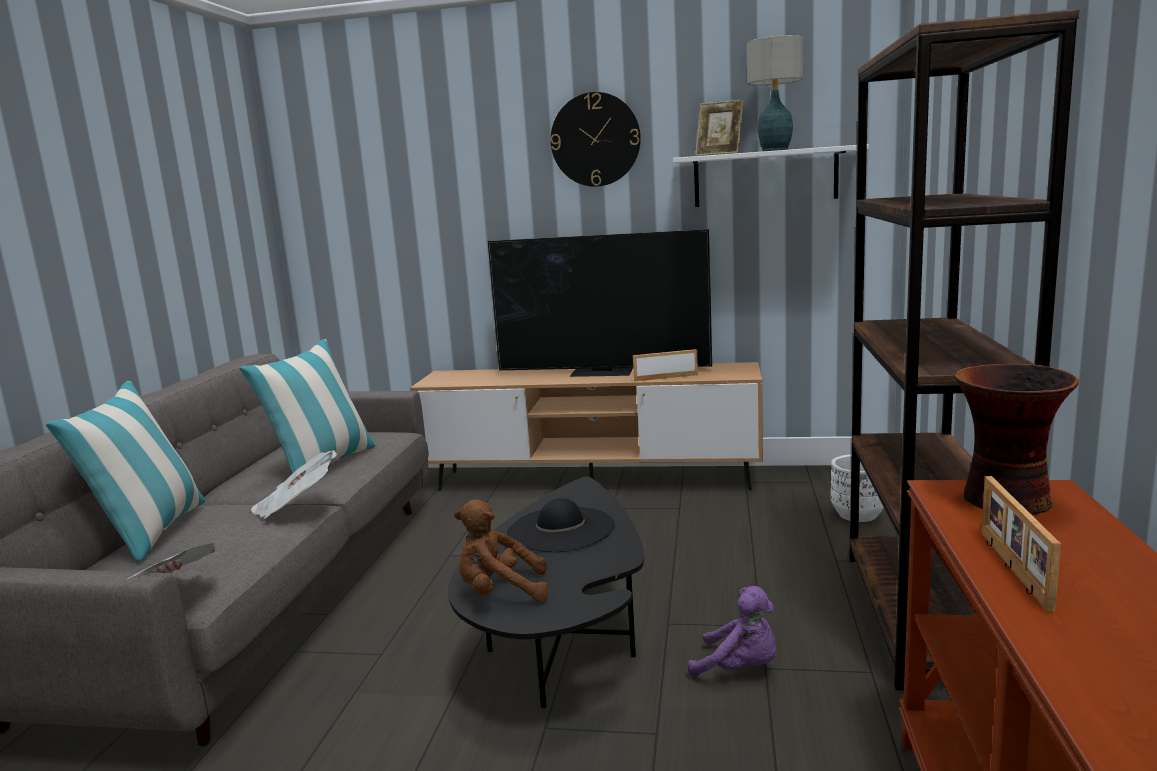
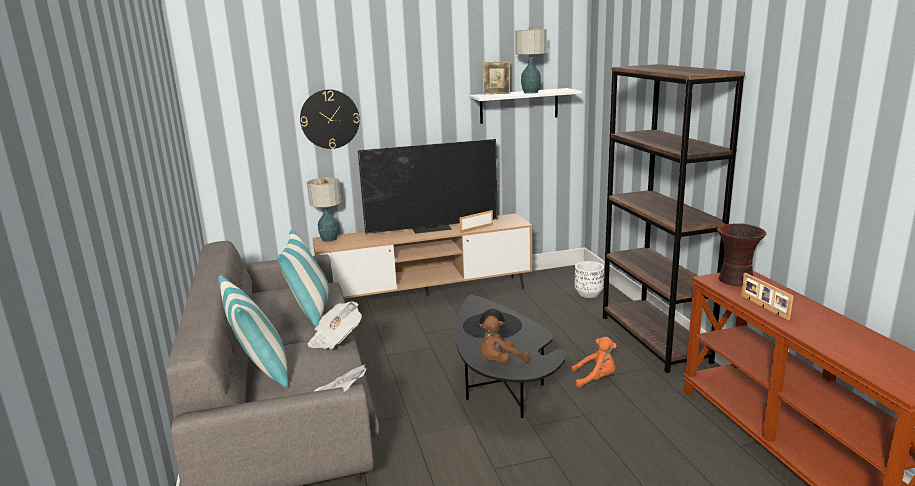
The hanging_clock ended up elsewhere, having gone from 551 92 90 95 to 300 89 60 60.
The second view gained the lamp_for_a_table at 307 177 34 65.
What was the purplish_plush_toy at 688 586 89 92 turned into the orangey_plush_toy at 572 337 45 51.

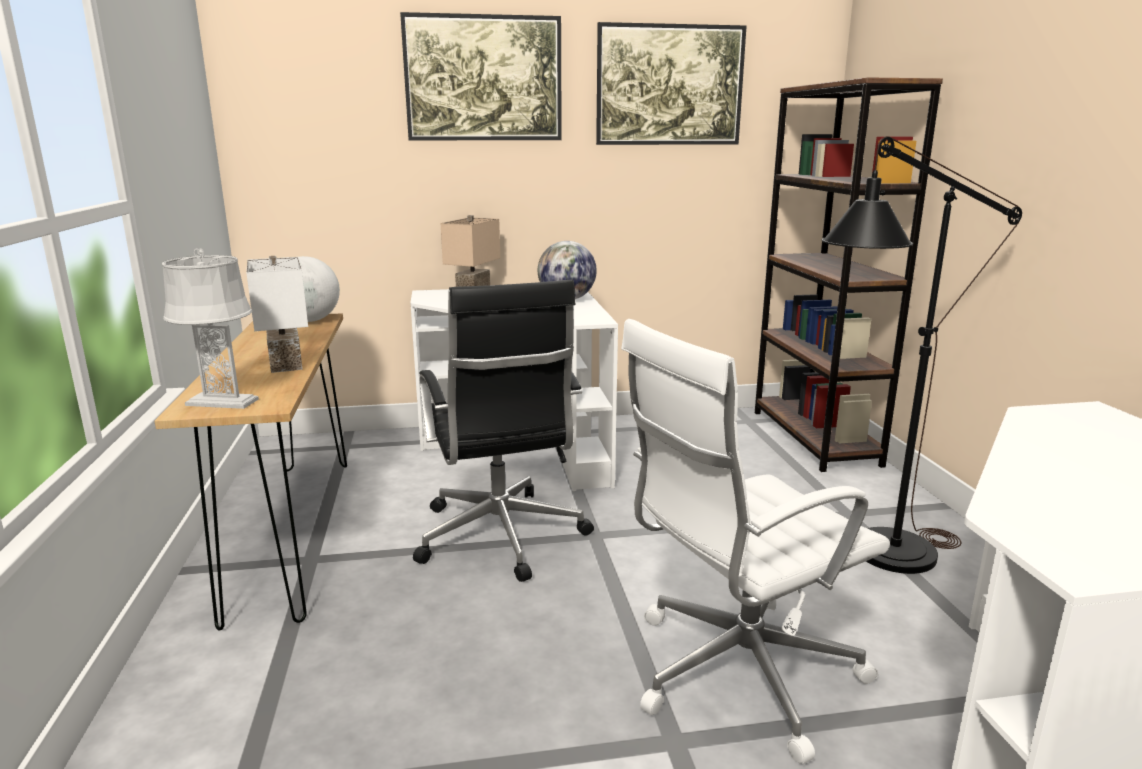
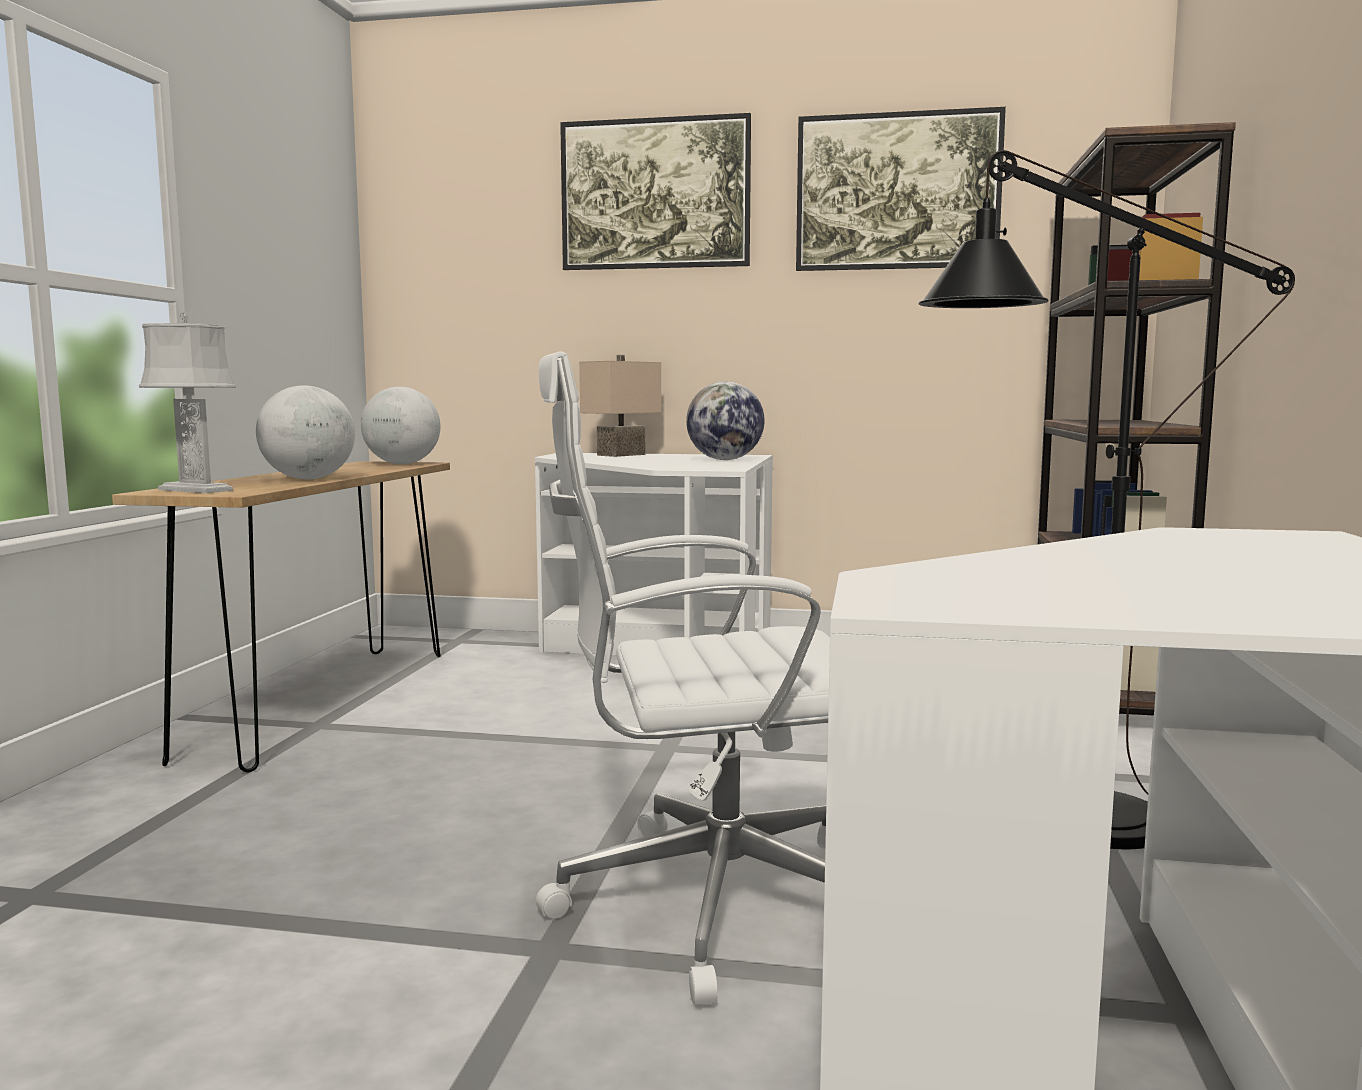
Where the white-coloured_lamp_for_a_table stood at 246 256 62 117, the world_globe came to stand at 256 385 99 94.
The second view lost the black_desk_chair at 413 280 181 302.

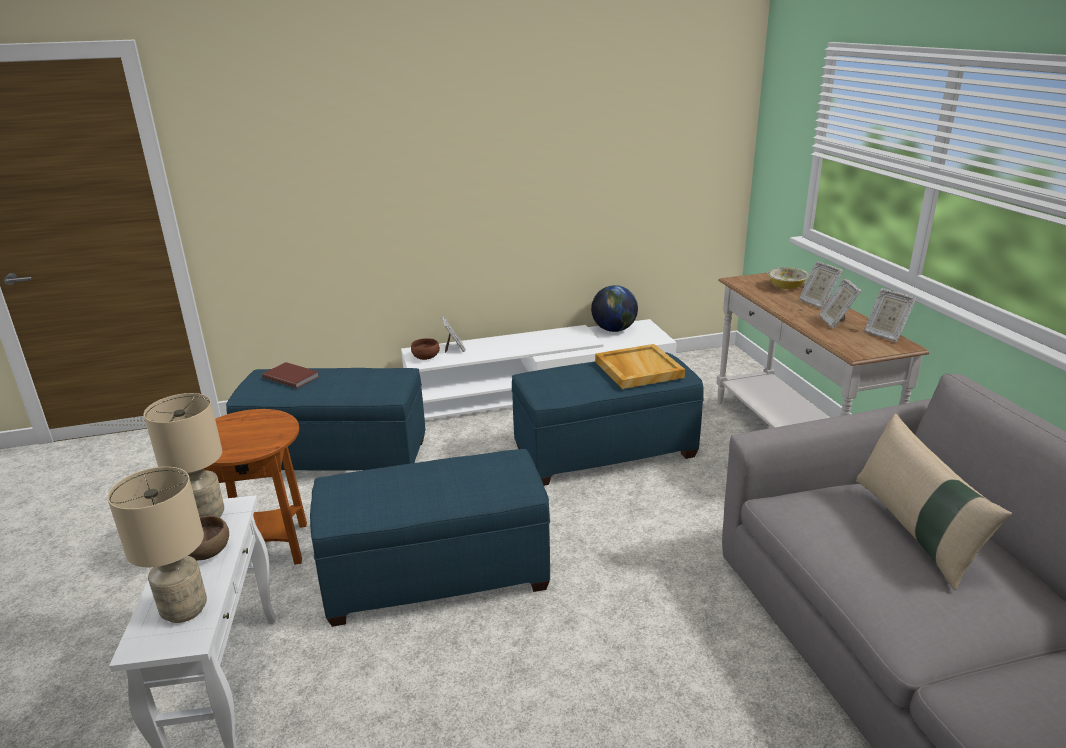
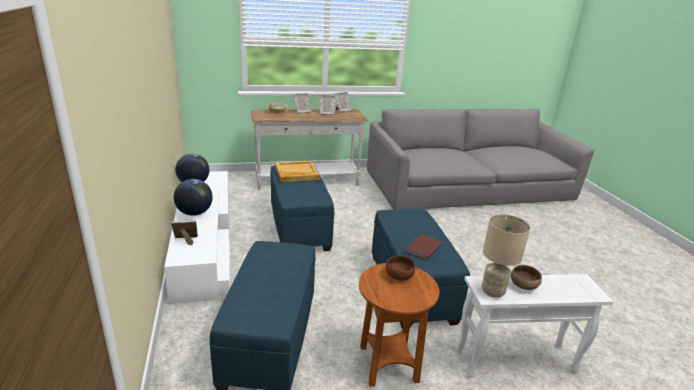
The second view gained the world_globe at 174 179 39 37.
The brown_deep_dish ended up elsewhere, having gone from 411 338 29 22 to 386 256 30 25.
The brown_volume ended up elsewhere, having gone from 262 362 58 26 to 406 234 36 26.
The second view lost the beige-coloured_lamp_for_a_table at 107 467 100 156.
The second view lost the beige-coloured_pillow at 856 414 156 176.

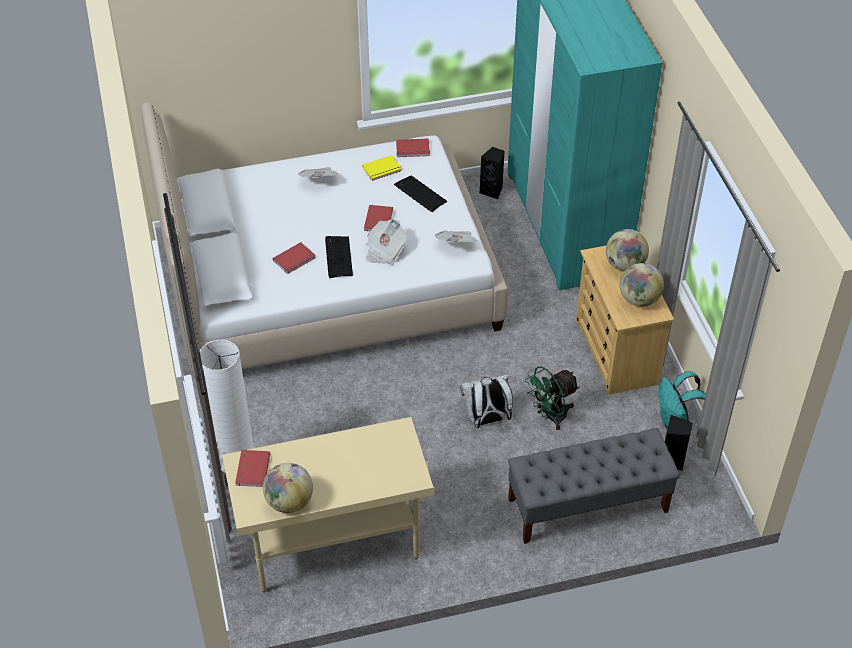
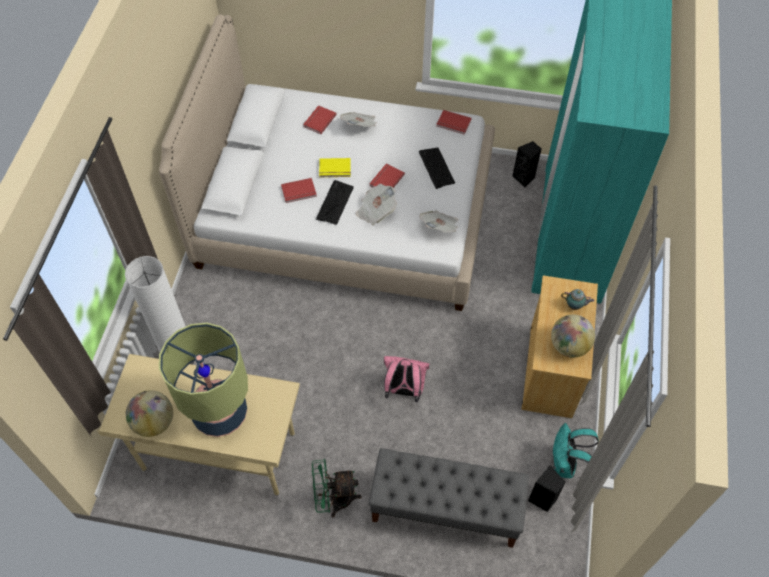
The second view gained the lamp_for_a_table at 159 323 89 114.
The reddish_volume ended up elsewhere, having gone from 235 450 35 37 to 303 105 34 29.
The green_electric_fan ended up elsewhere, having gone from 525 366 54 64 to 312 459 49 58.
The yellow-coloured_volume ended up elsewhere, having gone from 362 155 40 26 to 319 158 32 19.
What was the white-coloured_knapsack at 460 374 53 54 turned into the pinkish_knapsack at 384 356 46 46.
Where the world_globe stood at 606 229 43 42, the tea_pot came to stand at 561 289 33 21.

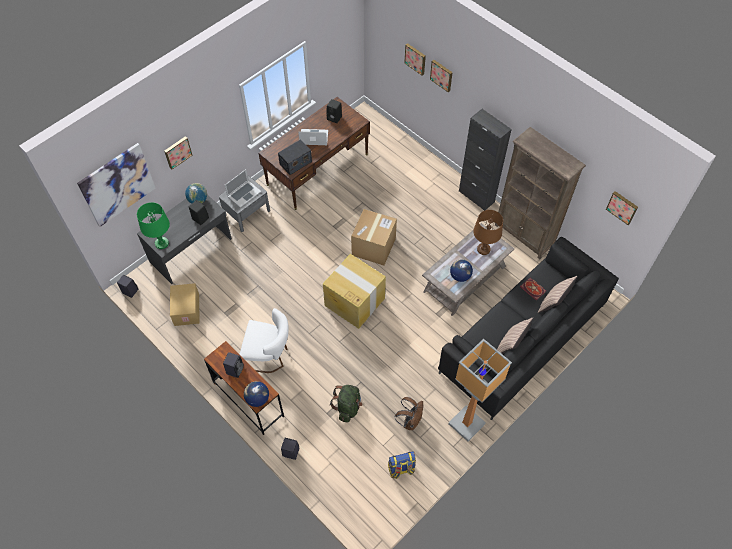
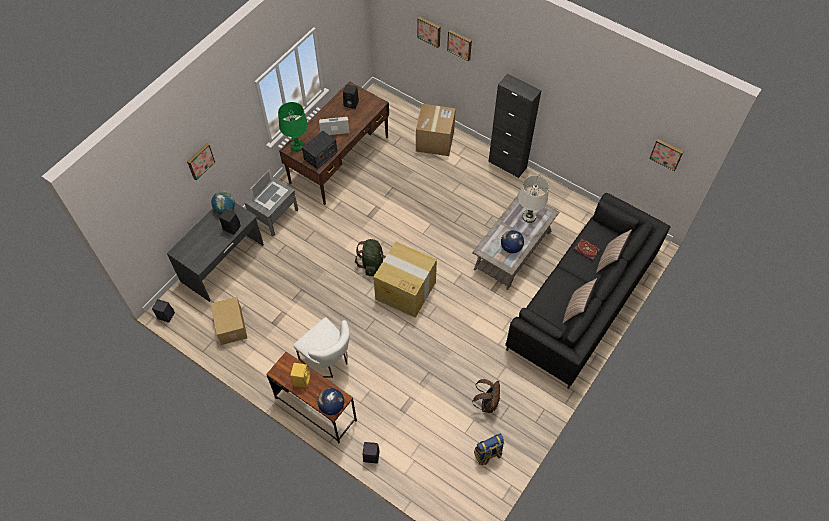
The green_lamp_for_a_table ended up elsewhere, having gone from 137 202 33 47 to 278 102 30 49.
What was the black_loudspeaker at 223 352 21 26 turned into the yellow-coloured_loudspeaker at 291 363 19 25.
The white-coloured_plain_chair at 240 308 49 65 ended up facing another way, 45 degrees clockwise from before.
The green_knapsack ended up elsewhere, having gone from 330 385 33 38 to 355 239 31 37.
The carton ended up elsewhere, having gone from 351 209 46 56 to 416 104 40 52.
What was the brown_lamp_for_a_table at 473 210 30 45 turned into the white-coloured_lamp_for_a_table at 518 175 31 48.
The second view lost the picture at 77 143 79 84.
The second view lost the standing_lamp at 448 338 64 104.
The second view lost the brown_shelving_unit at 495 127 91 133.

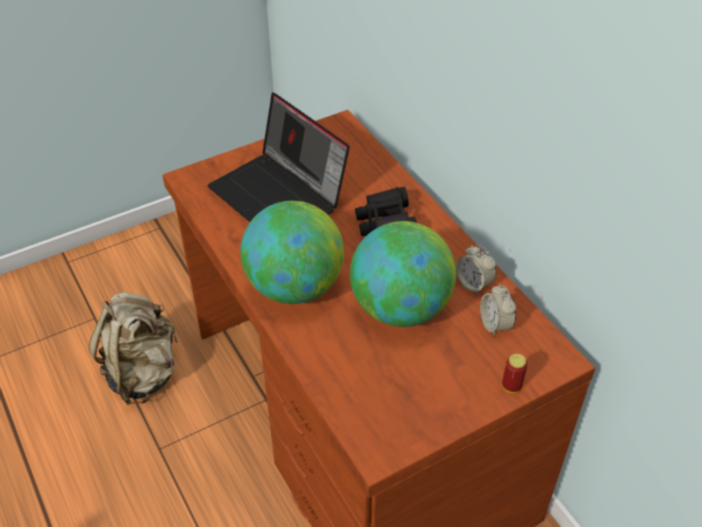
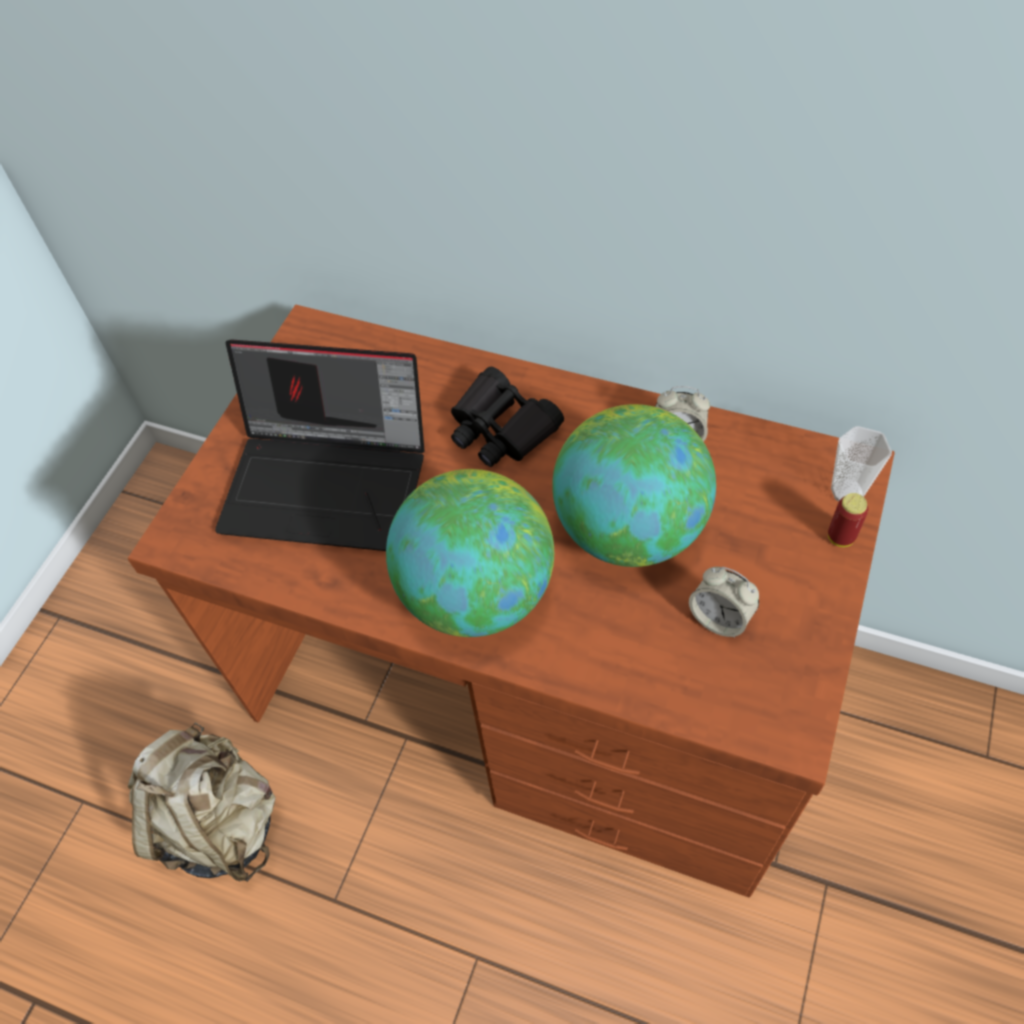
The bedside_clock ended up elsewhere, having gone from 480 284 36 52 to 689 567 70 71.
The second view gained the small_cup at 831 426 61 76.

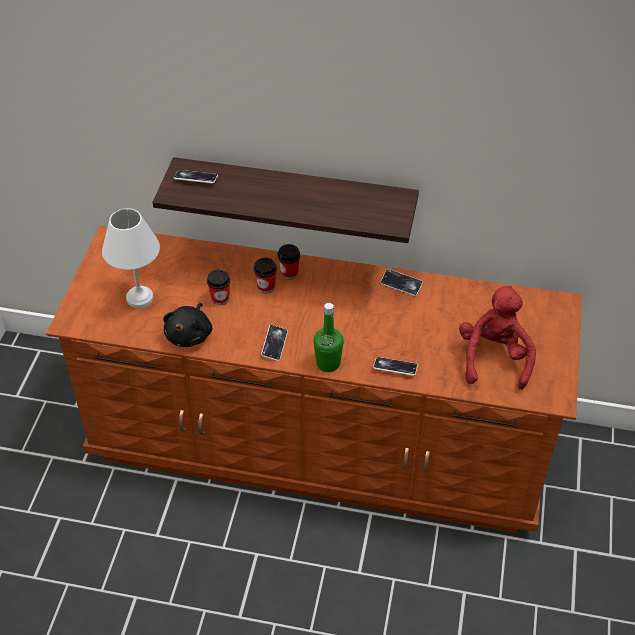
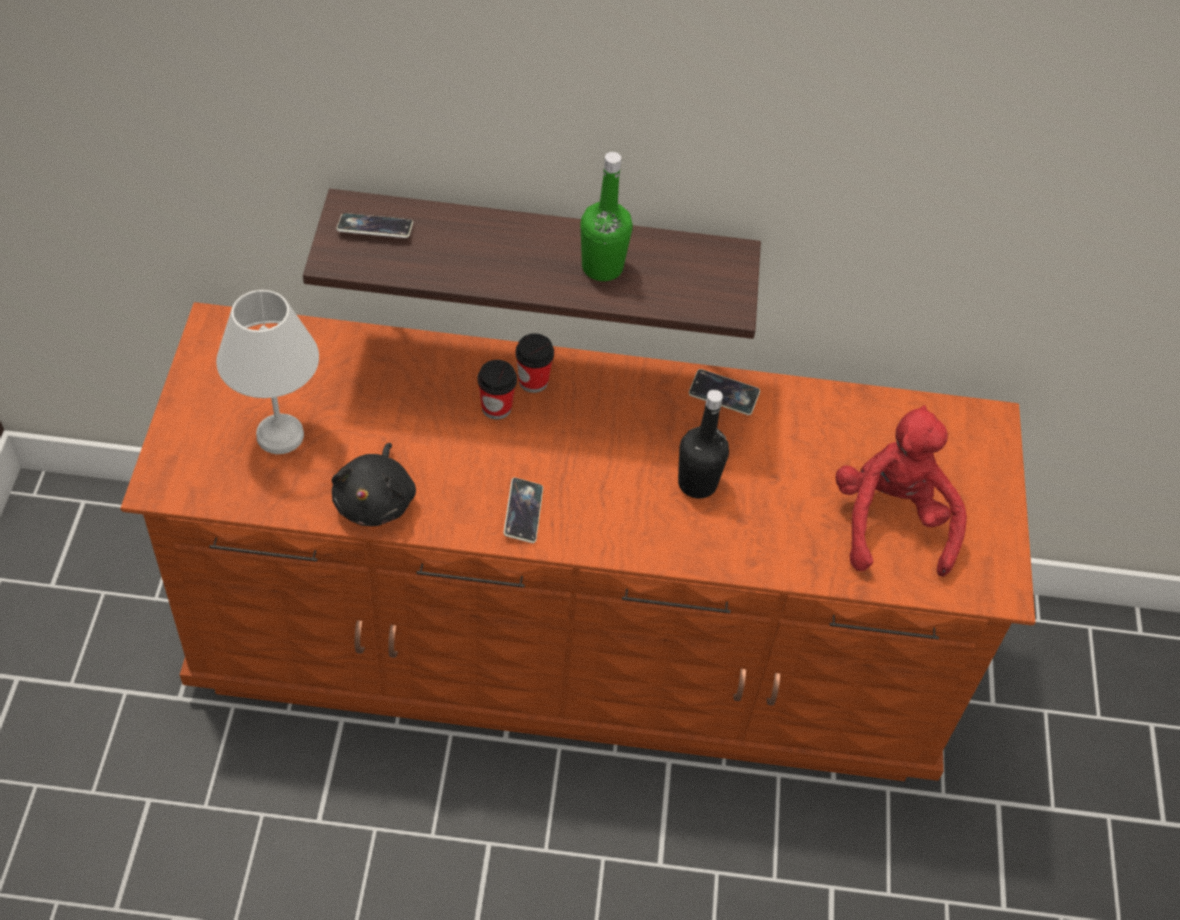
The green_beverage_bottle ended up elsewhere, having gone from 313 303 31 69 to 580 152 53 129.
The second view gained the black_beverage_bottle at 678 390 51 109.
The second view lost the small_cup at 207 269 23 36.
The second view lost the phone at 373 357 45 19.

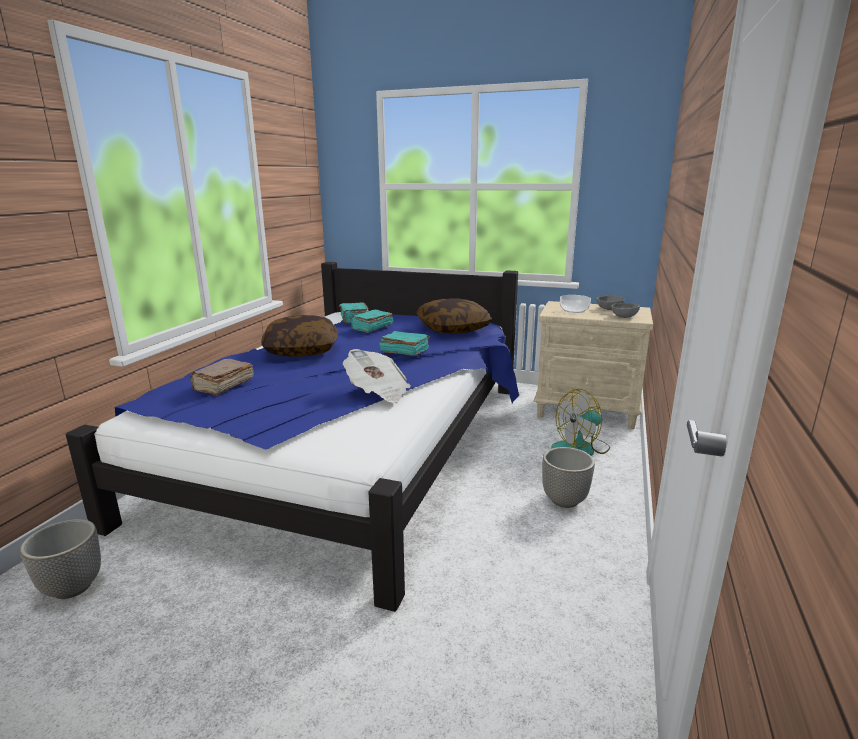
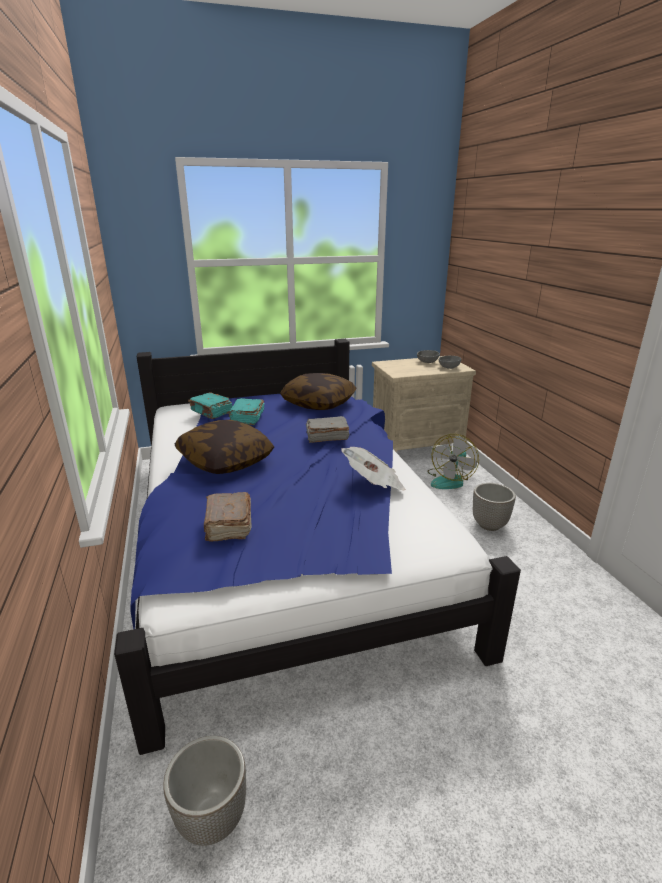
What was the turquoise_volume at 380 331 50 25 turned into the grey_volume at 306 416 43 27.
The second view lost the deep_dish at 560 295 31 18.

